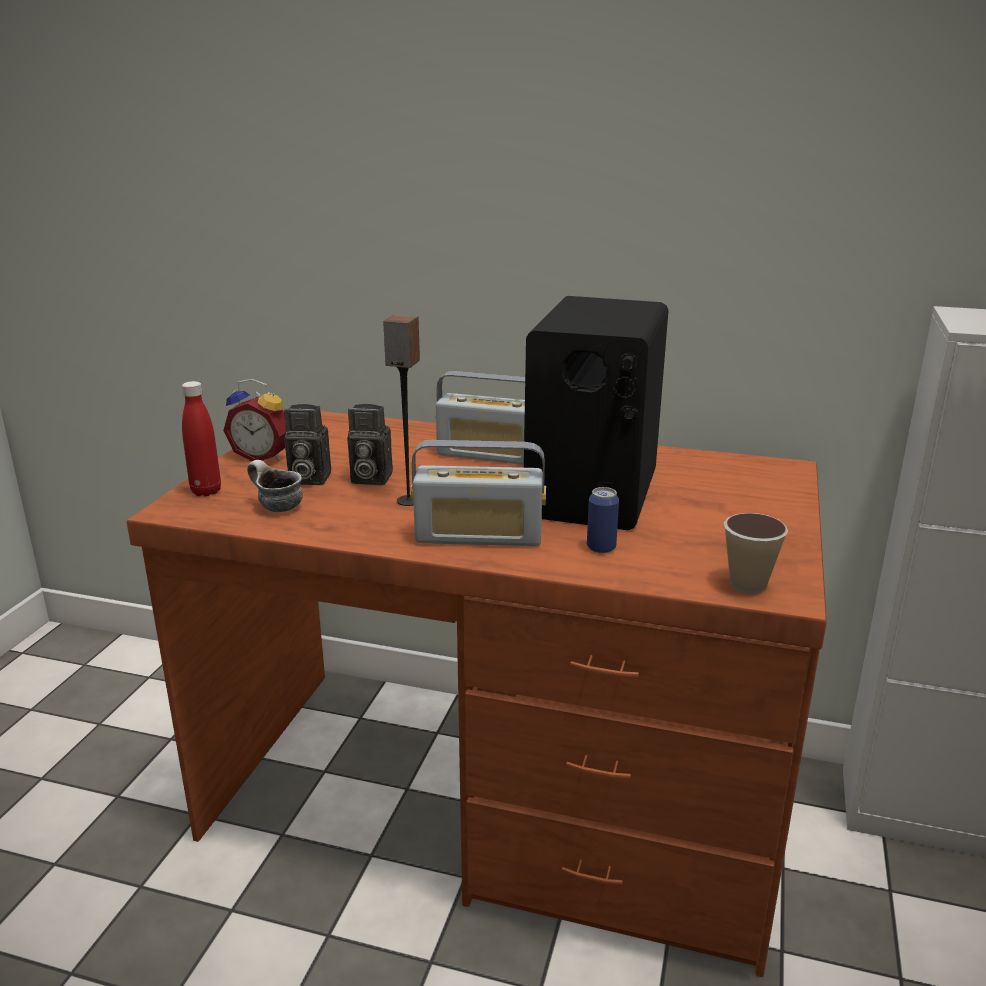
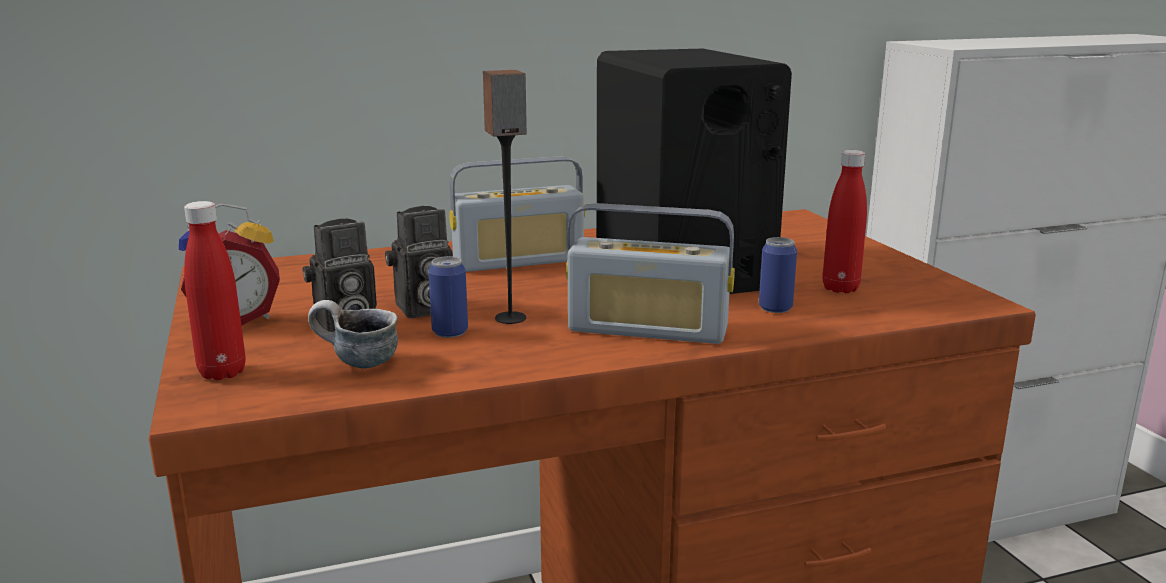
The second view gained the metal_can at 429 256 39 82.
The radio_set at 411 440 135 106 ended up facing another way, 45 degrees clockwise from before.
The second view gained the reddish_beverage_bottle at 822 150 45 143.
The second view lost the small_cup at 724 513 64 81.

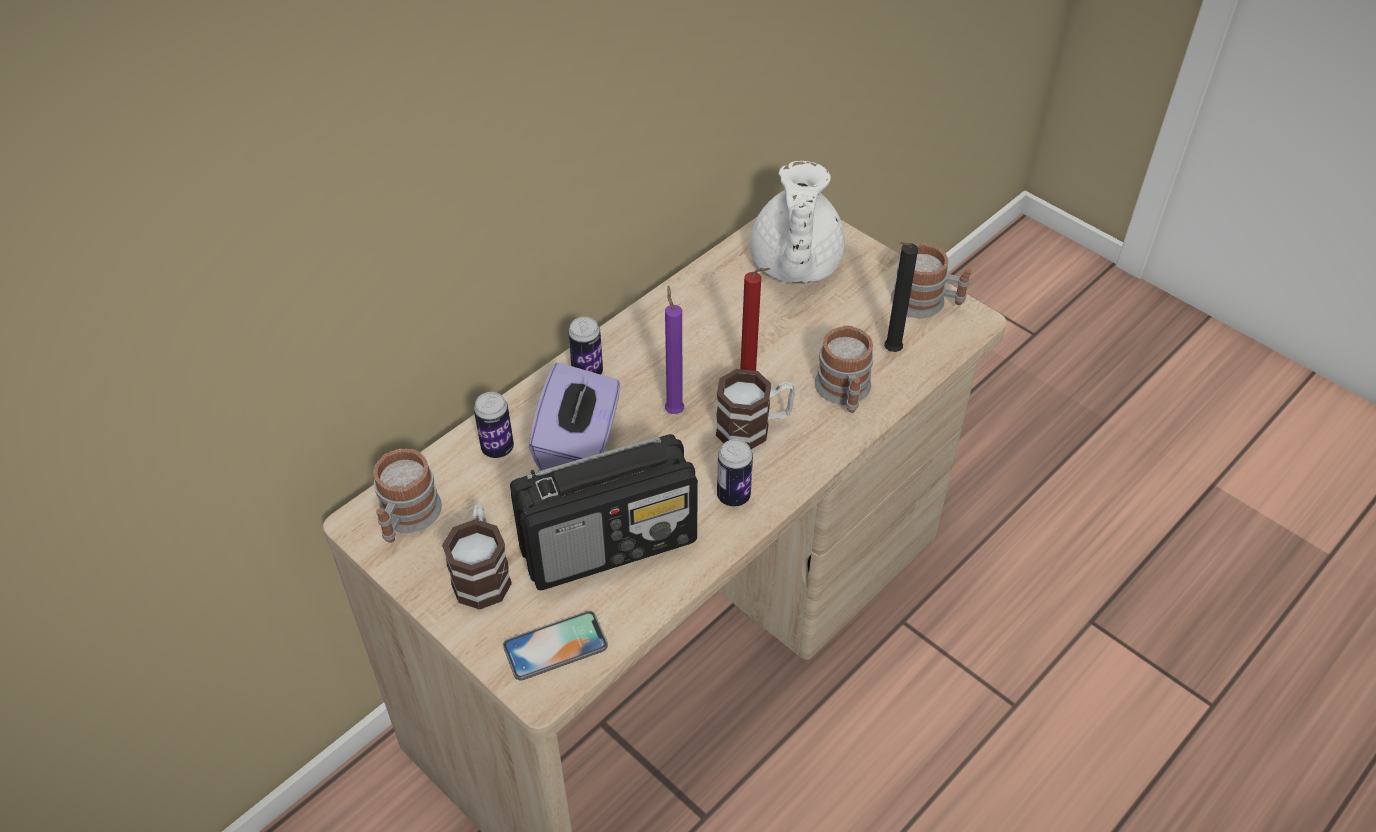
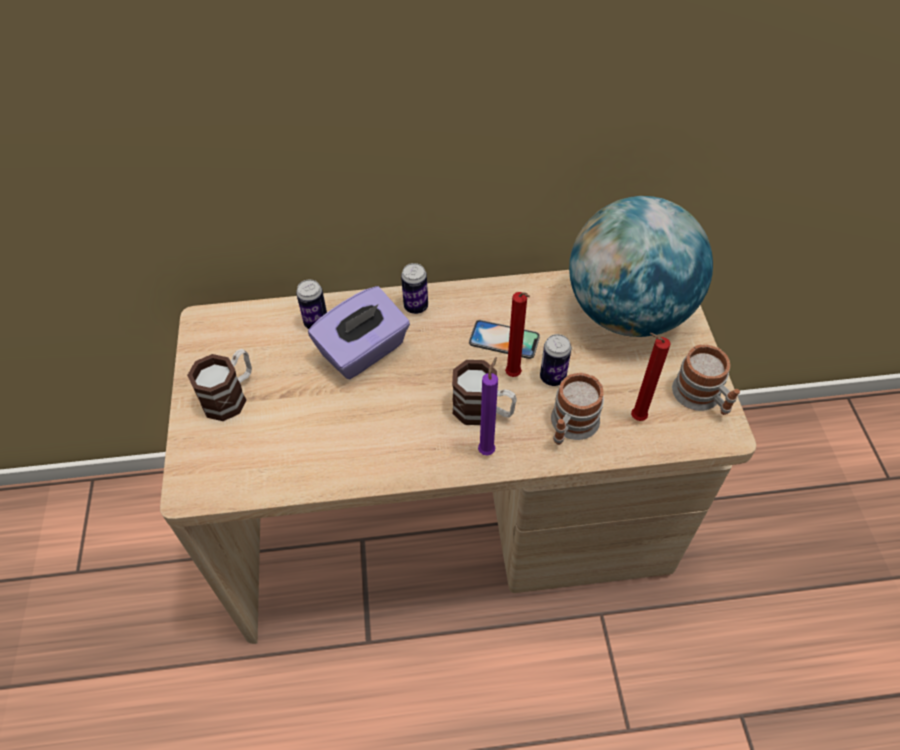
The phone ended up elsewhere, having gone from 503 611 105 69 to 469 320 71 39.
The purplish_candle ended up elsewhere, having gone from 665 286 19 128 to 478 357 20 99.
The metal_can ended up elsewhere, having gone from 717 439 36 68 to 540 334 31 52.
Where the white-coloured_tea_pot stood at 750 161 95 122, the world_globe came to stand at 569 196 144 141.
What was the black_candle at 884 242 34 110 turned into the reddish_candle at 631 333 40 88.
The second view lost the mug at 373 449 69 94.
The second view lost the radio_set at 510 434 188 156.

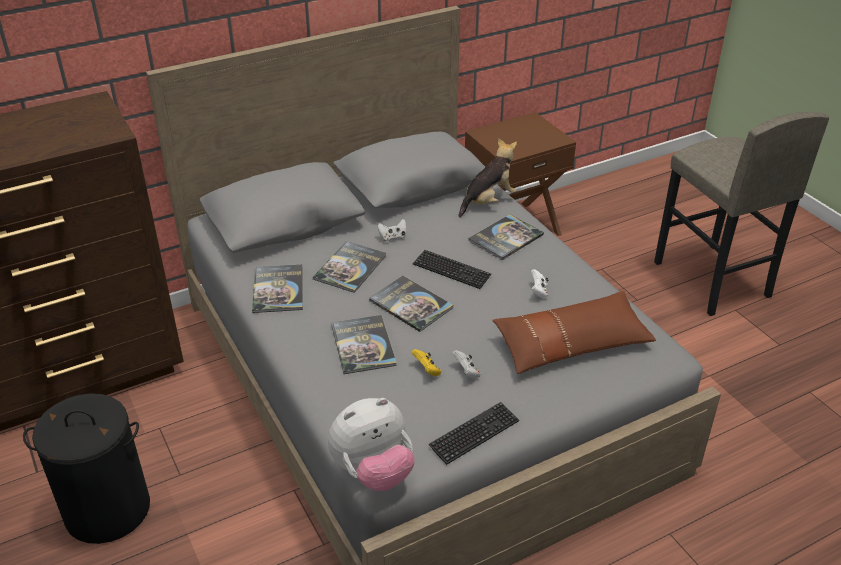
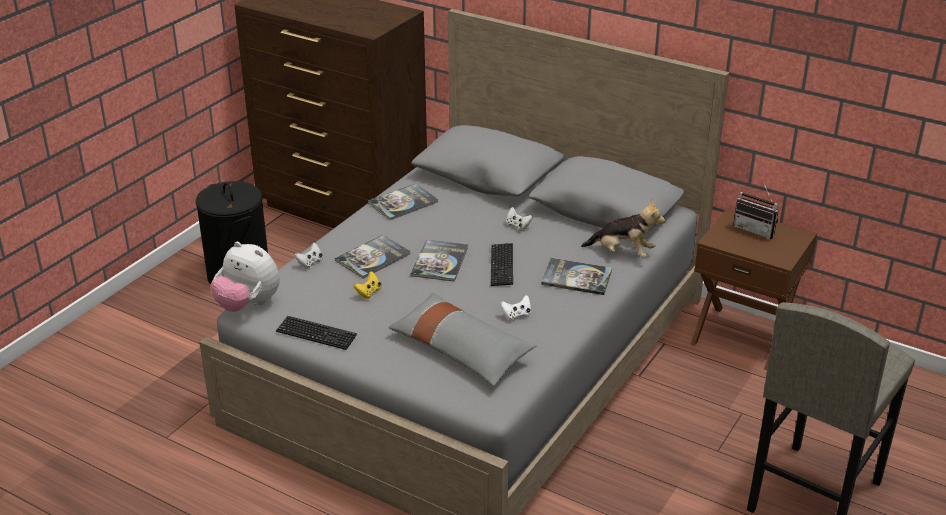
The white-coloured_game_controller ended up elsewhere, having gone from 452 350 29 29 to 294 243 29 26.
What was the brown_pillow at 492 291 164 83 turned into the grey_pillow at 388 292 148 94.
The second view gained the radio_set at 733 182 46 57.
The second view lost the volume at 313 241 73 52.

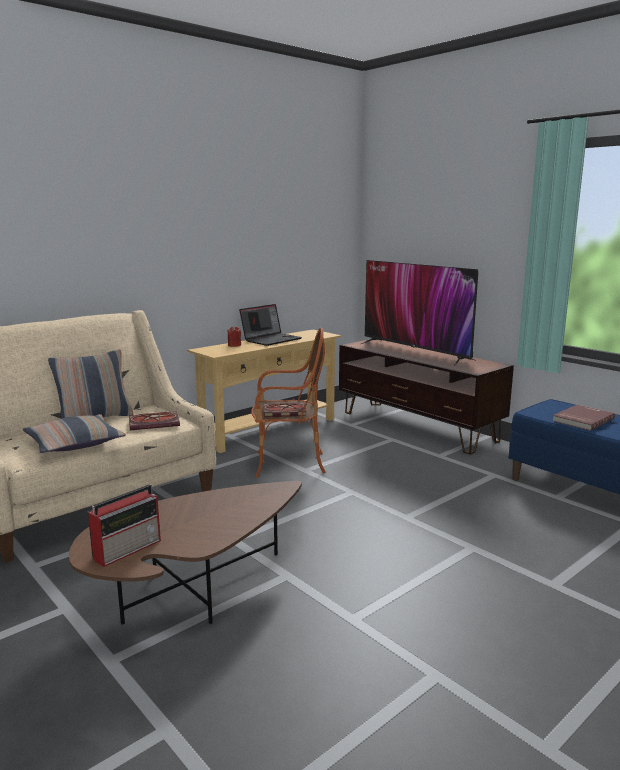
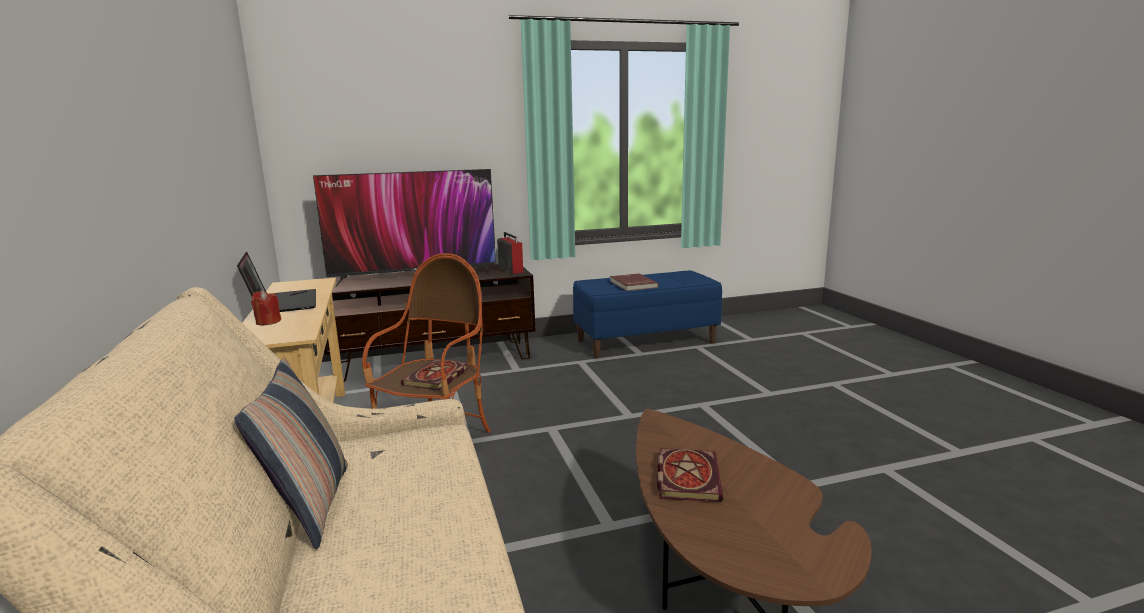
The radio_set ended up elsewhere, having gone from 88 484 73 83 to 497 232 26 42.
The volume ended up elsewhere, having gone from 129 411 51 20 to 657 448 66 54.
The second view lost the pillow at 23 414 103 39.

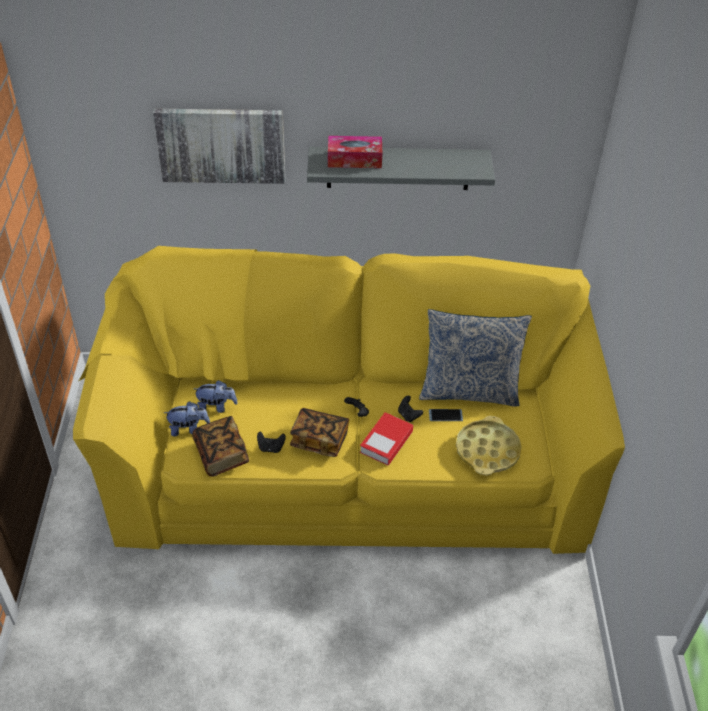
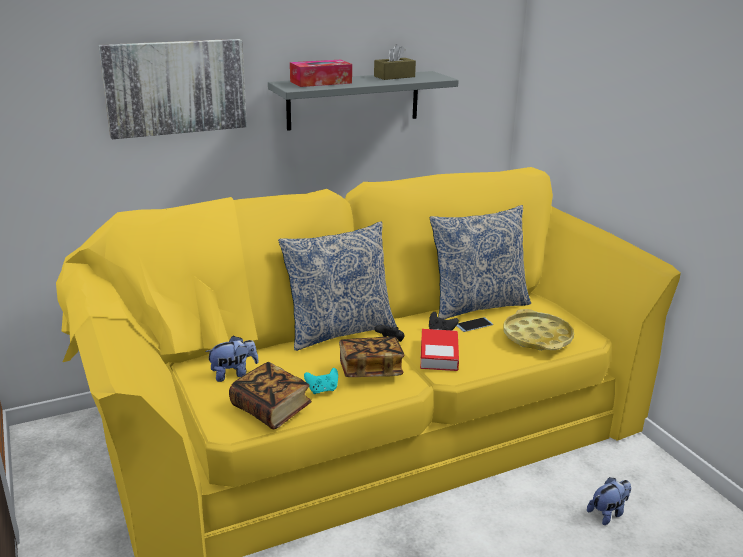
The second view gained the pillow at 278 221 119 130.
What was the black_game_controller at 257 431 29 22 turned into the turquoise_game_controller at 304 368 34 26.
The second view gained the brown_tissue_holder at 374 44 42 36.
The plush_toy ended up elsewhere, having gone from 164 401 46 36 to 587 477 44 48.

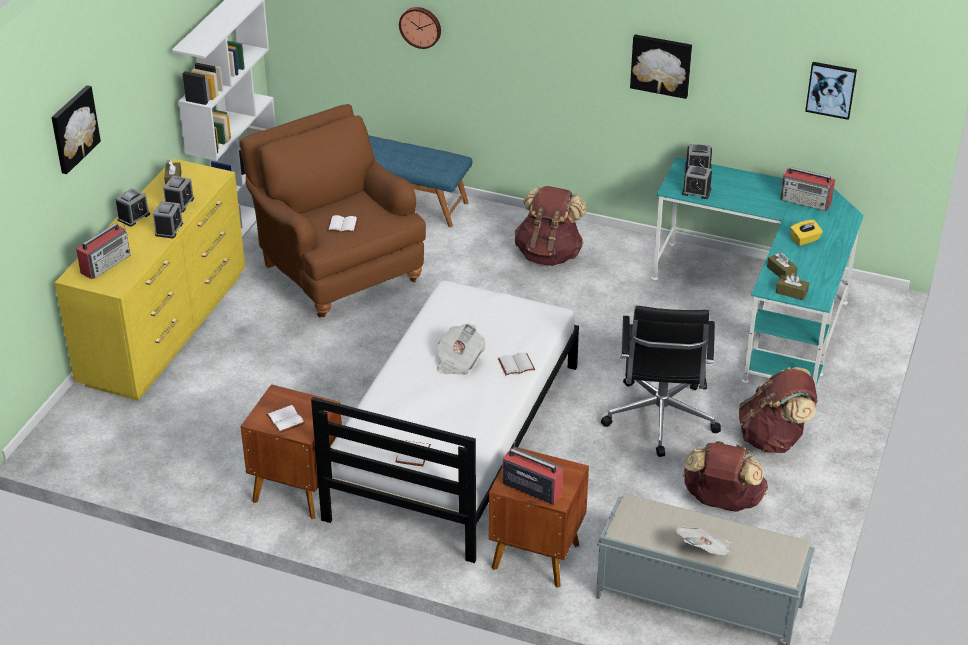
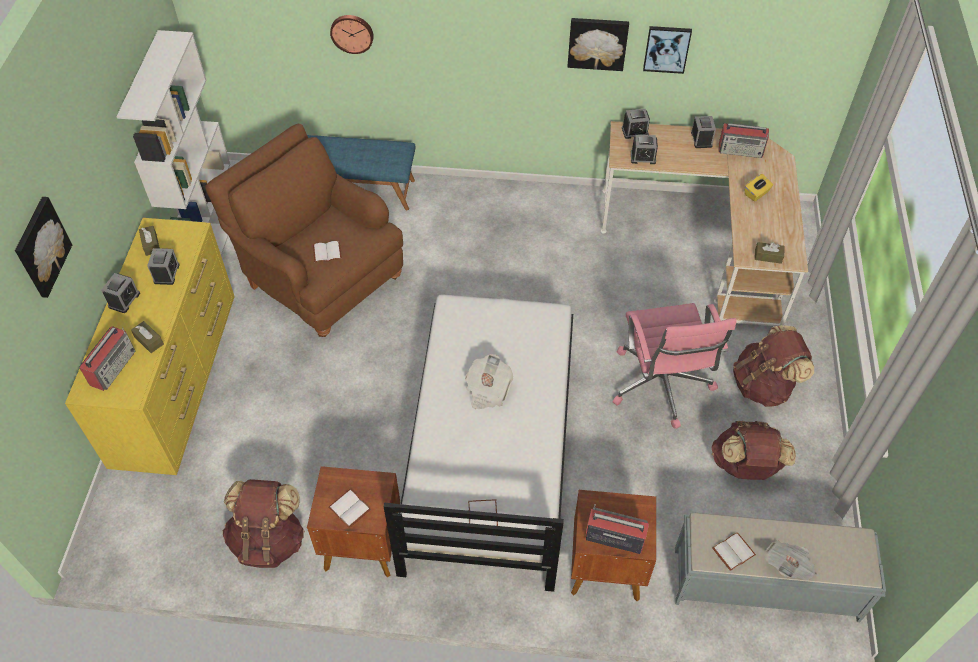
The brown_tissue_holder ended up elsewhere, having gone from 767 253 31 24 to 131 321 33 32.
The brown_knapsack ended up elsewhere, having gone from 515 186 72 80 to 223 479 82 89.
What was the turquoise_desk_unit at 652 157 212 230 turned into the beige-coloured_desk_unit at 601 121 207 205.
What was the black_desk_chair at 601 306 120 151 turned into the pinkish_desk_chair at 613 303 124 126.
The picture ended up elsewhere, having gone from 805 62 52 58 to 643 26 49 48.
The bedside_clock ended up elsewhere, having gone from 153 201 30 37 to 691 116 25 32.
The white-coloured_volume ended up elsewhere, having gone from 498 353 37 22 to 712 532 44 39.

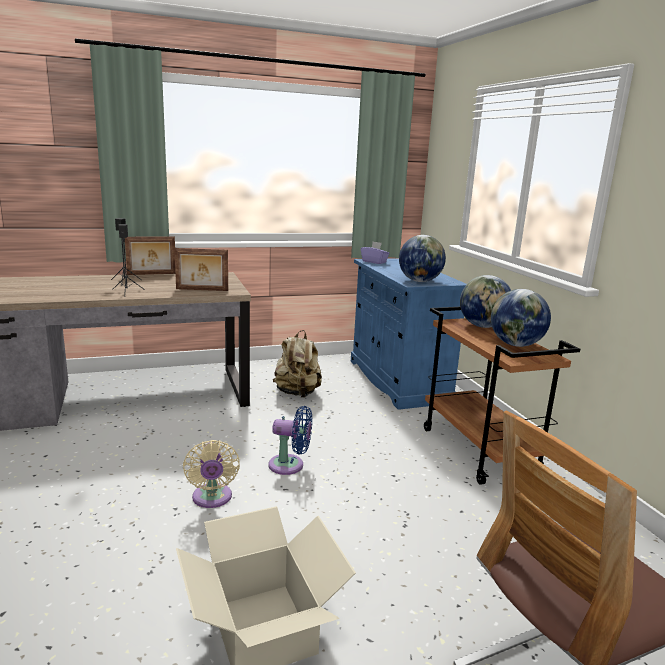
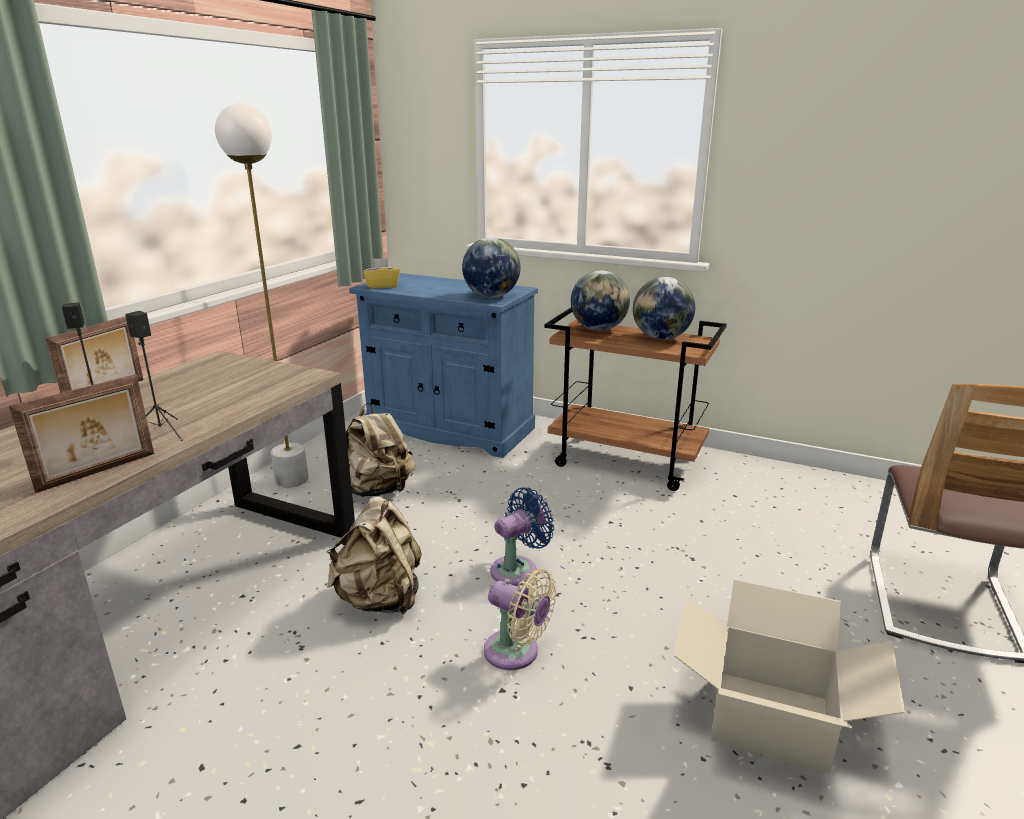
The standing_frame ended up elsewhere, having gone from 174 248 54 43 to 9 374 145 119.
The second view gained the white-coloured_standing_lamp at 215 104 94 384.
The second view gained the beige-coloured_knapsack at 327 496 95 119.
What was the purplish_tissue_holder at 361 242 29 22 turned into the yellow-coloured_tissue_holder at 363 258 37 31.

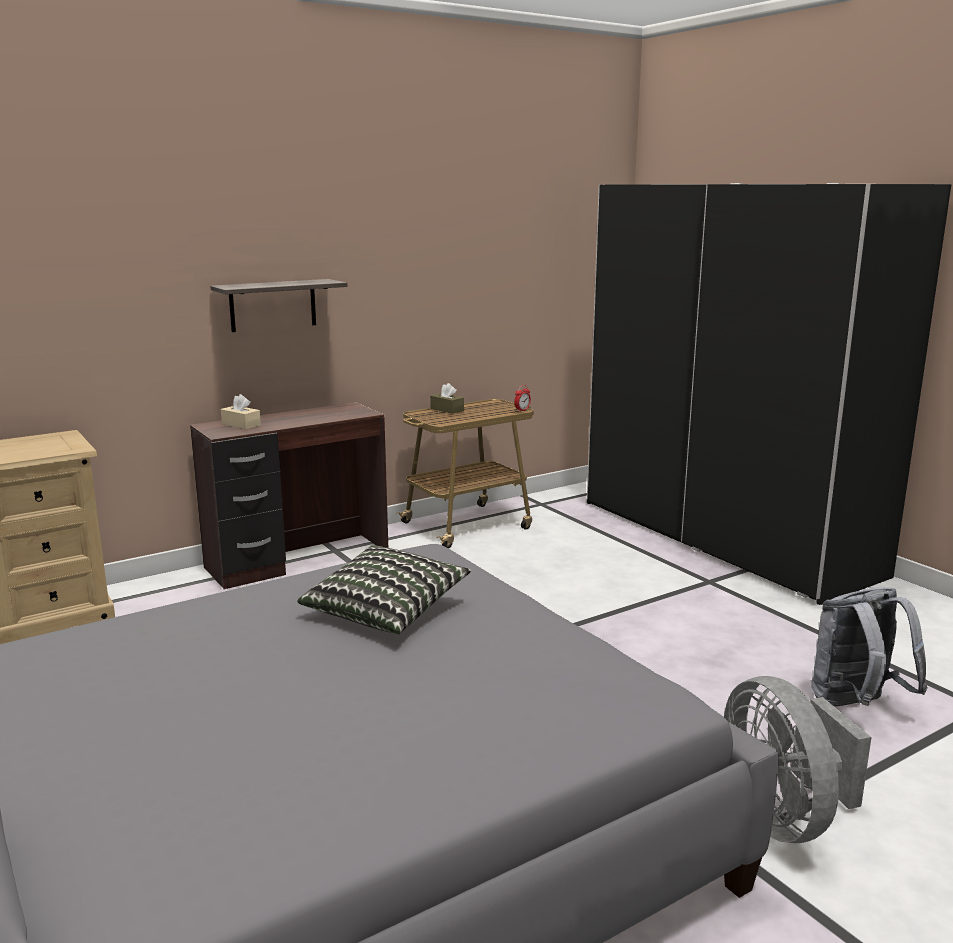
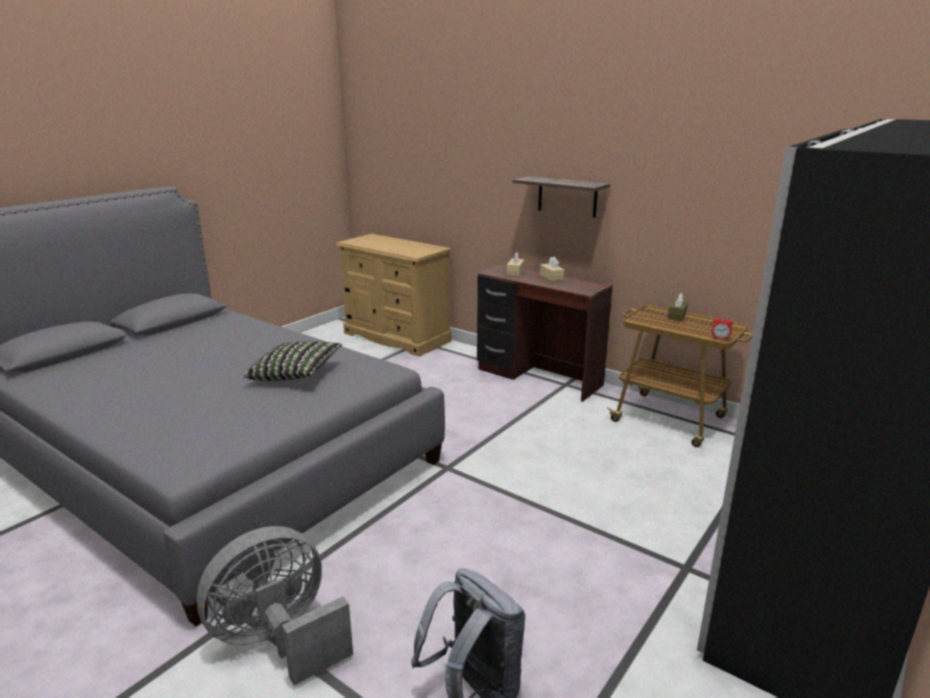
The second view gained the beige-coloured_tissue_holder at 540 256 24 25.

